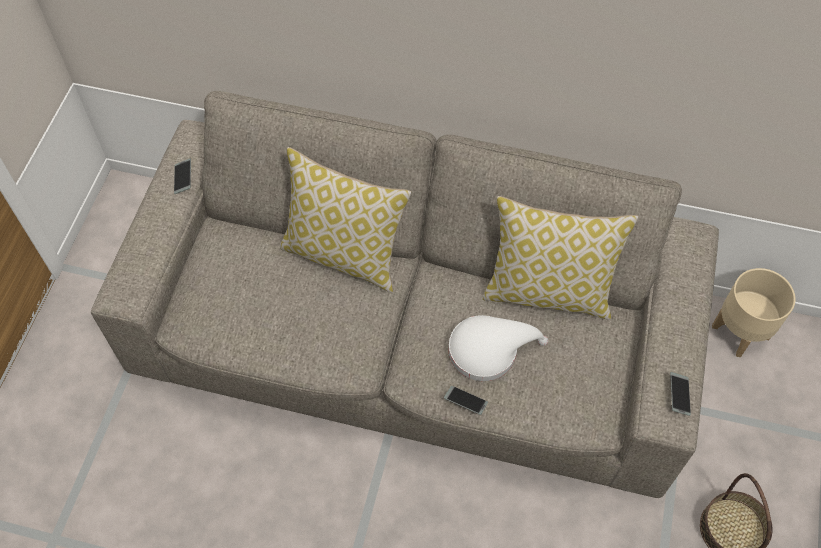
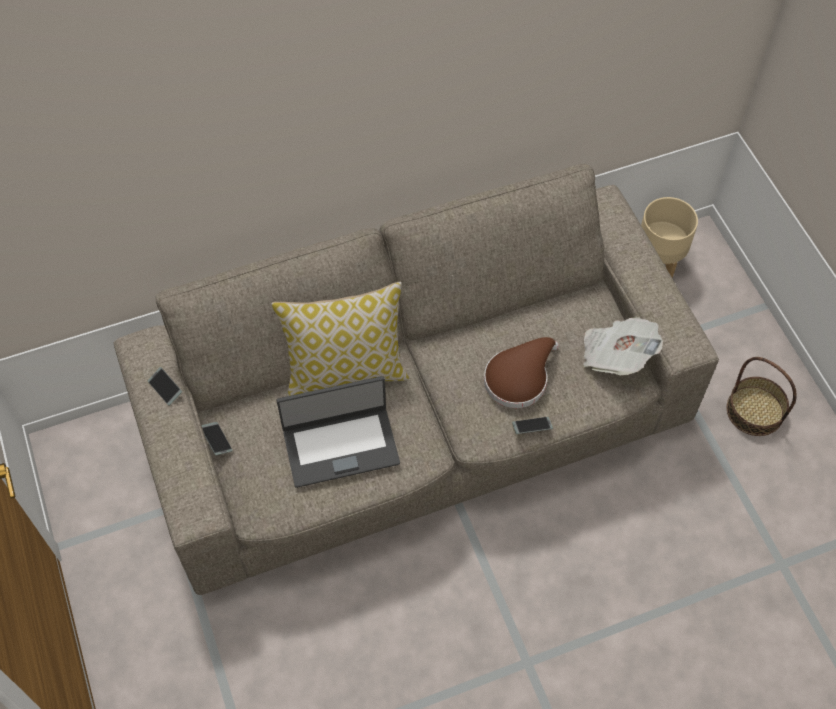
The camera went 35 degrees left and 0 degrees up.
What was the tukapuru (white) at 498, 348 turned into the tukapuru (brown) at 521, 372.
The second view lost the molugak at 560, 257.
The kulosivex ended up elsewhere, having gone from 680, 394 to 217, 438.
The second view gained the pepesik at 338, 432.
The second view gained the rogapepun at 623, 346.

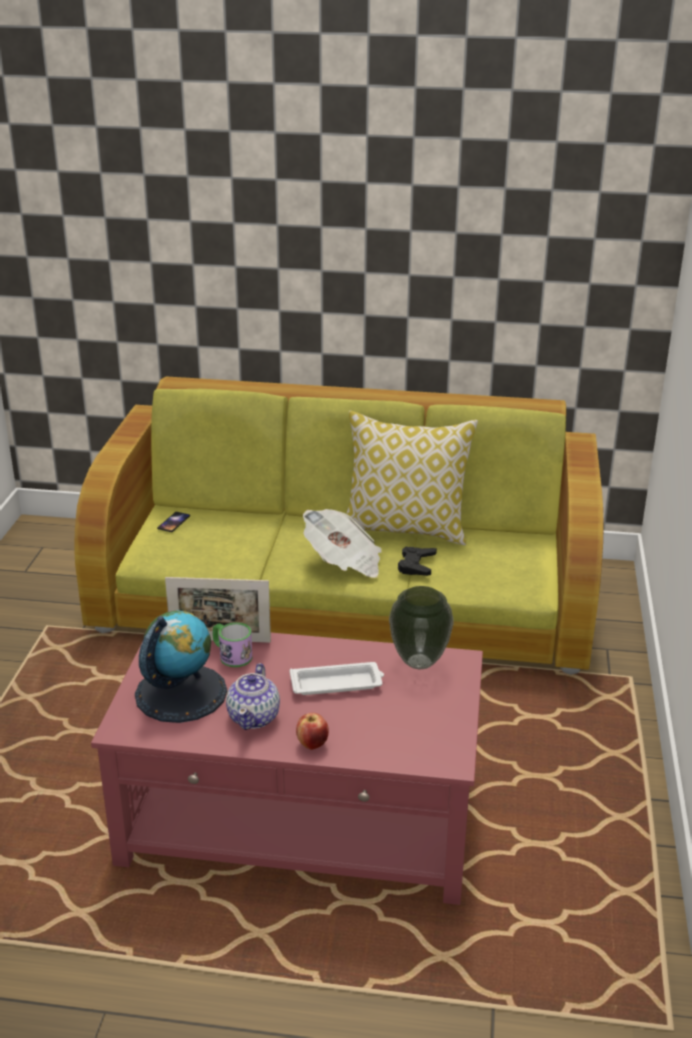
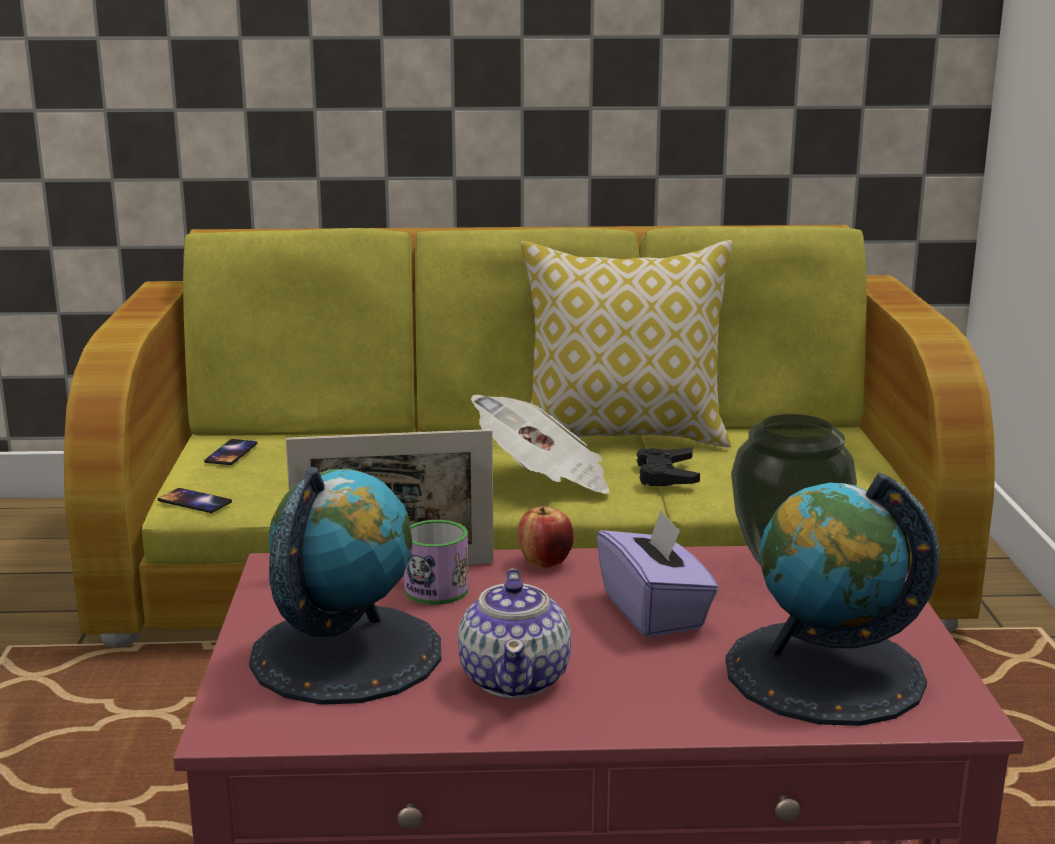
The camera went 10 degrees left and 10 degrees down.
Where the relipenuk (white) stood at 336, 678, the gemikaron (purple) came to stand at 657, 574.
The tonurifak ended up elsewhere, having gone from 312, 731 to 546, 537.
The second view gained the kulosivex at 195, 500.
The second view gained the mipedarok at 833, 599.

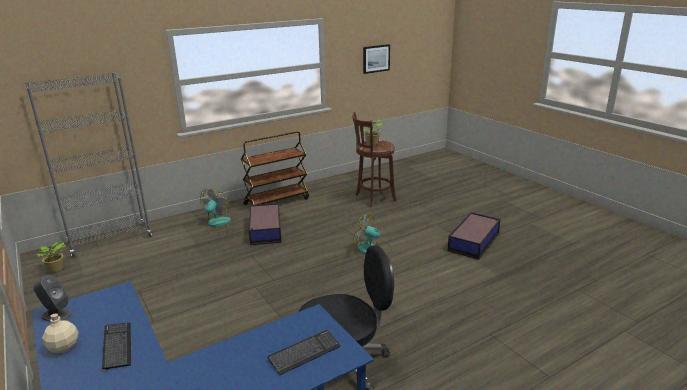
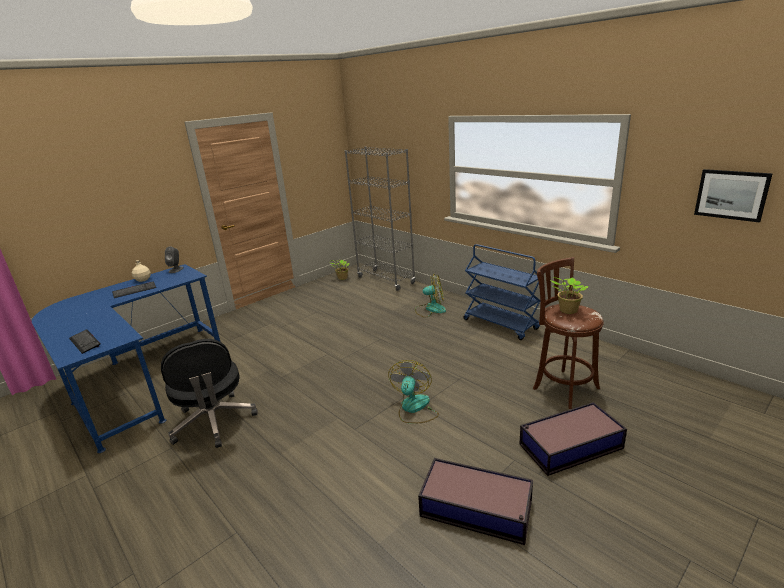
The camera went 80 degrees right and 0 degrees up.
What was the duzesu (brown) at 275, 168 turned into the duzesu (blue) at 502, 292.
The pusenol ended up elsewhere, having gone from 265, 224 to 573, 439.

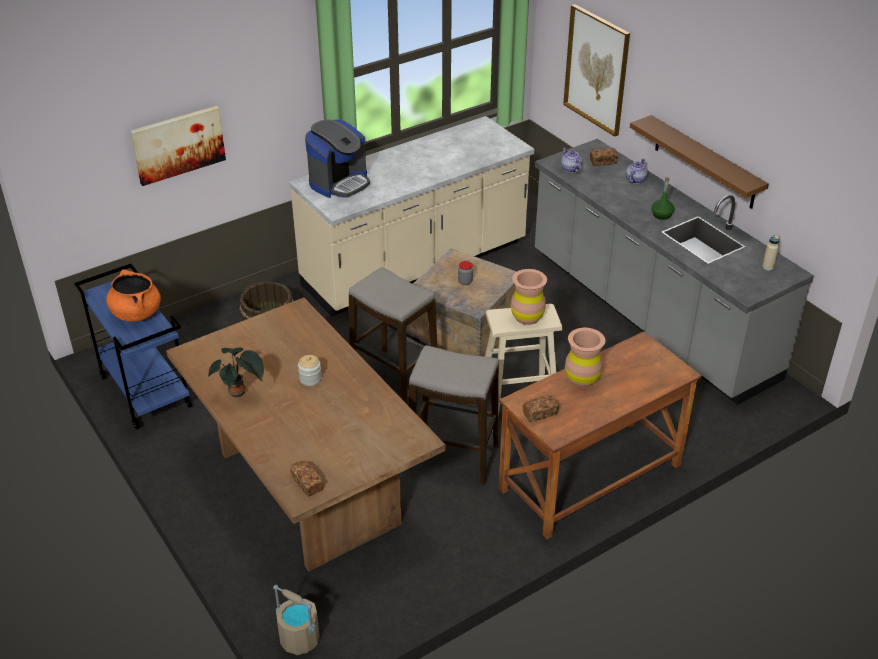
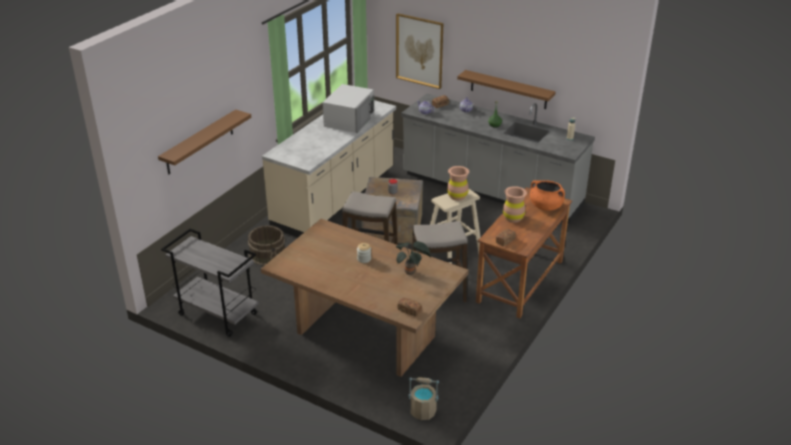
The camera went 25 degrees left and 5 degrees down.
What was the duzesu (blue) at 133, 347 turned into the duzesu (grey) at 210, 283.
The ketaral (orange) ended up elsewhere, having gone from 133, 295 to 547, 195.
Where the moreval hung at 178, 146, the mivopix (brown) came to hang at 204, 141.
The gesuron ended up elsewhere, having gone from 236, 372 to 413, 258.
The second view lost the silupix at 337, 159.
The second view gained the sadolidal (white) at 348, 108.

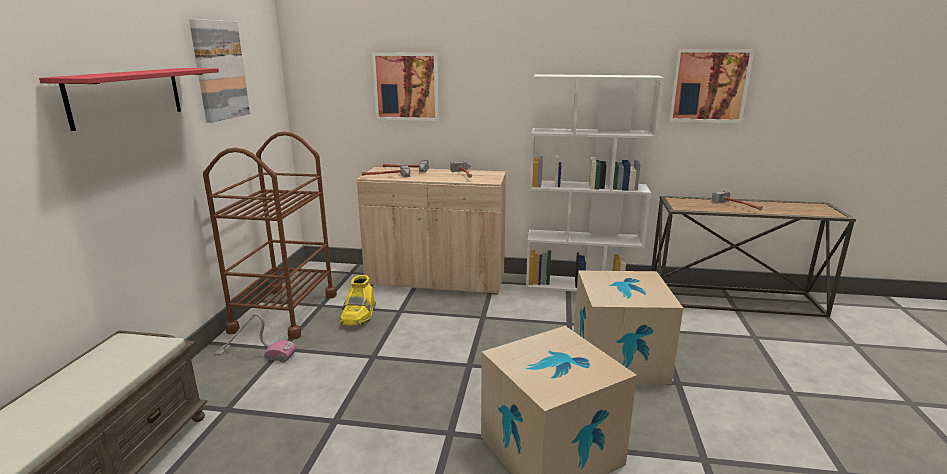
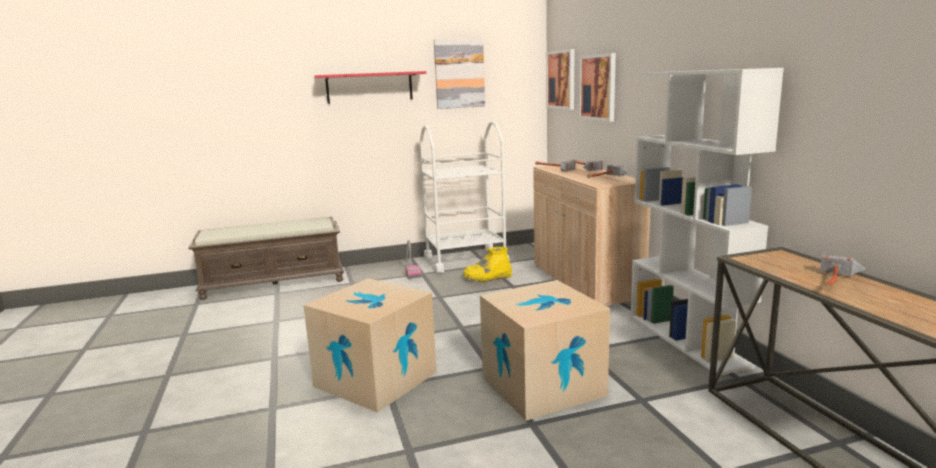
The camera went 65 degrees right and 5 degrees down.
What was the duzesu (brown) at 270, 235 turned into the duzesu (white) at 464, 197.
The moreval ended up elsewhere, having gone from 711, 86 to 560, 79.

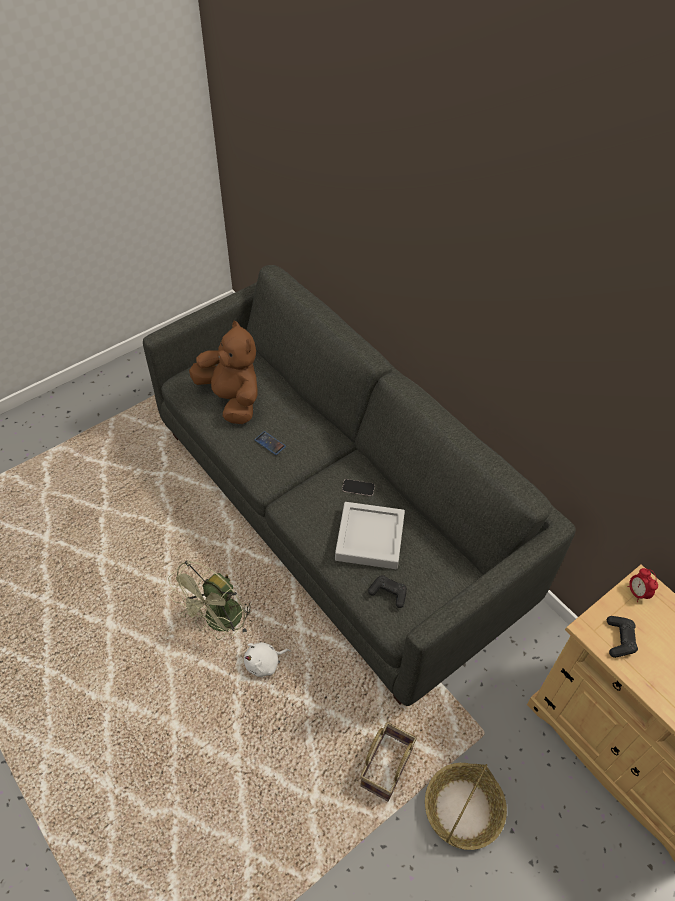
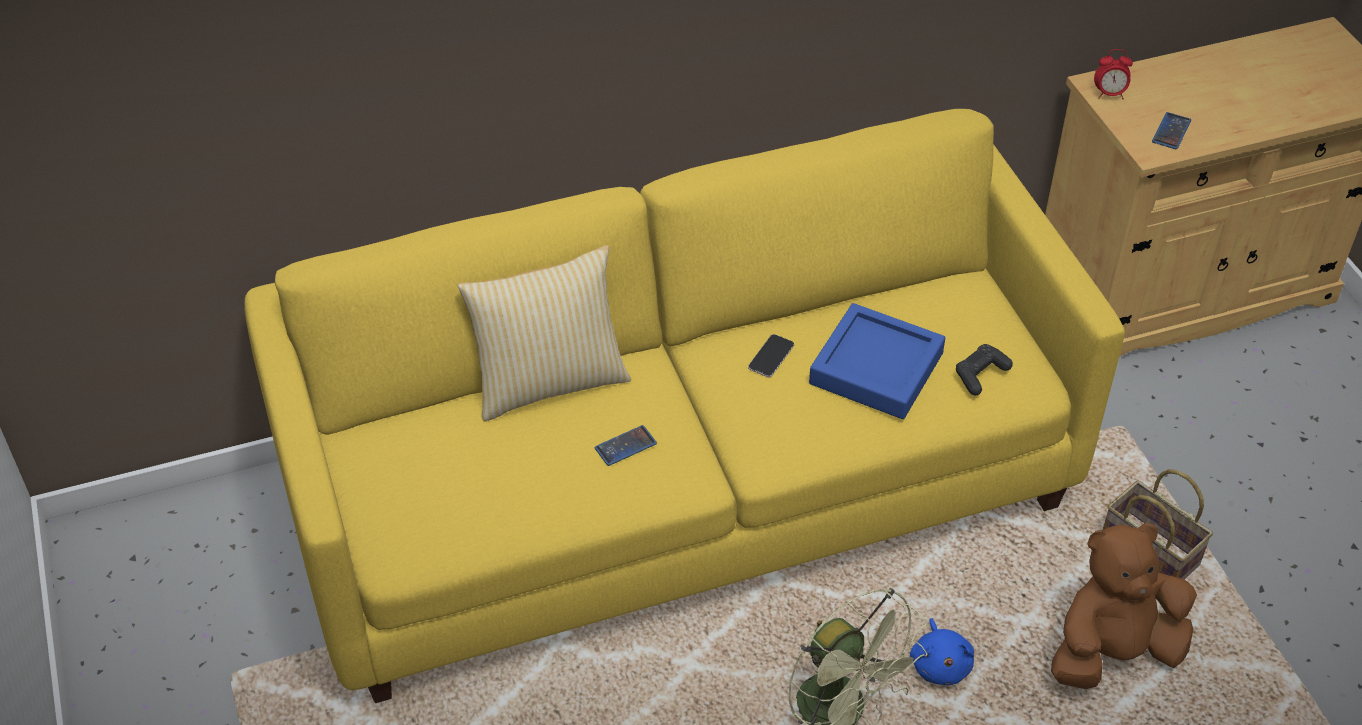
The camera went 70 degrees left and 5 degrees down.
What was the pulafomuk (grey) at 359, 485 turned into the pulafomuk (yellow) at 684, 406.
The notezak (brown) ended up elsewhere, having gone from 223, 372 to 1124, 606.
What was the notezak (white) at 267, 659 turned into the notezak (blue) at 942, 651.
What was the relipenuk (grey) at 370, 535 turned into the relipenuk (blue) at 877, 361.
The second view lost the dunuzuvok at 466, 806.
Where the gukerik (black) stood at 622, 637, the kulosivex came to stand at 1171, 130.
The second view gained the molugak at 544, 333.

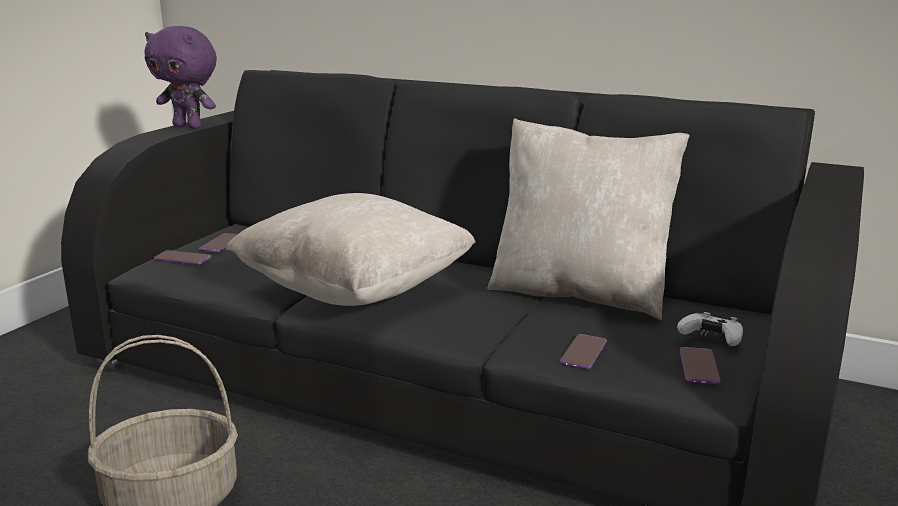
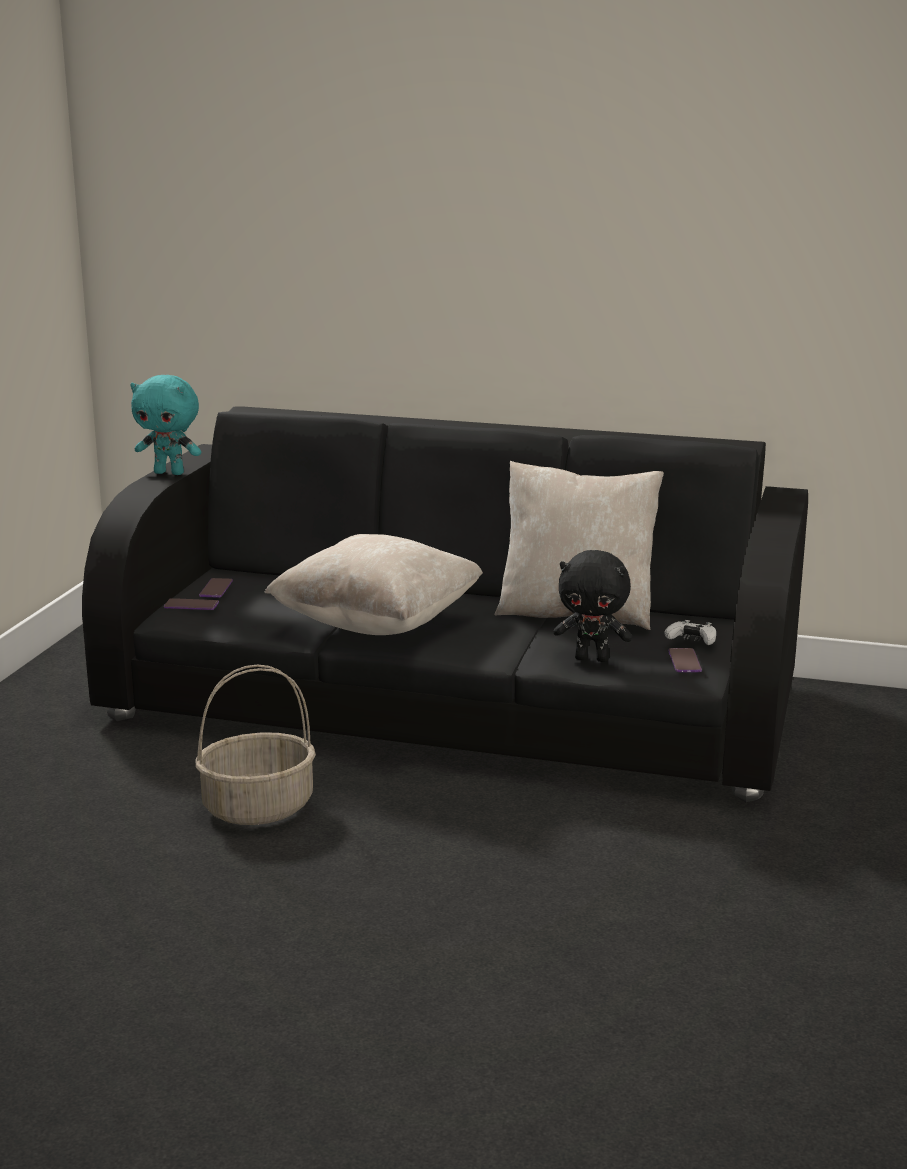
The camera went 10 degrees left and 0 degrees up.
What was the notezak (purple) at 181, 77 turned into the notezak (turquoise) at 165, 425.
Where the kulosivex stood at 583, 351, the notezak (black) came to stand at 592, 606.

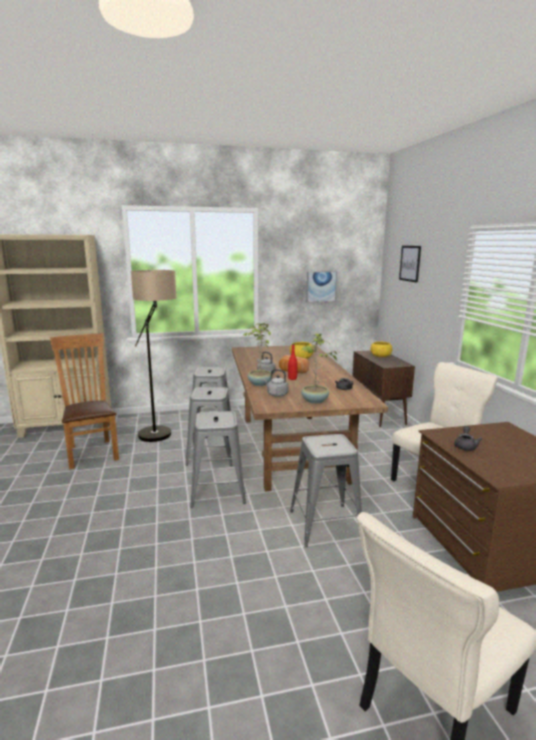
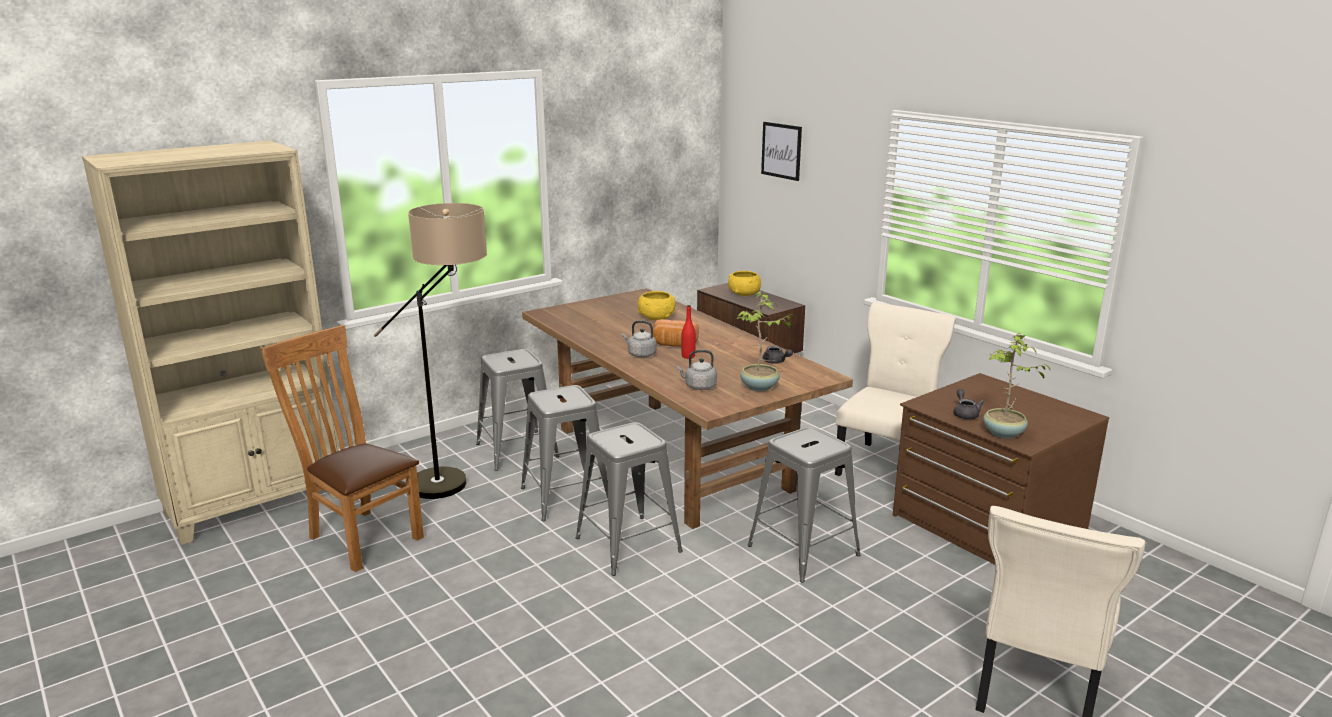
The camera went 25 degrees left and 5 degrees up.
The gesuron ended up elsewhere, having gone from 257, 354 to 1016, 386.
The second view lost the moreval at 321, 287.

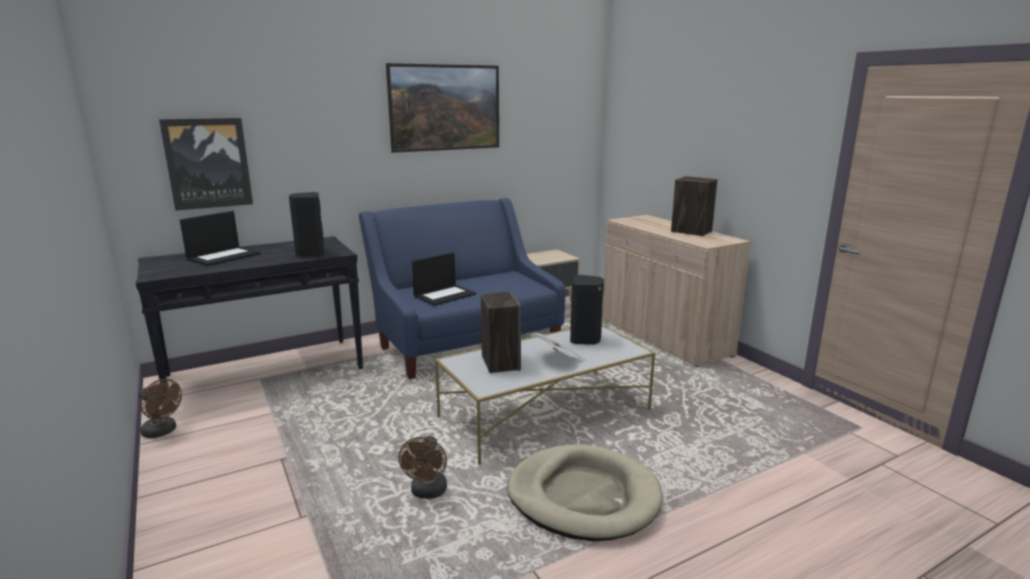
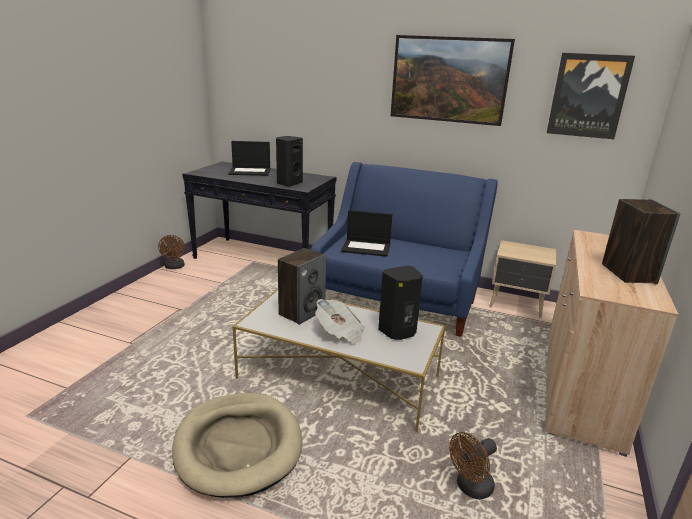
The camera went 50 degrees right and 5 degrees up.
The moreval ended up elsewhere, having gone from 206, 164 to 591, 96.
The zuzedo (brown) ended up elsewhere, having gone from 422, 467 to 473, 465.

